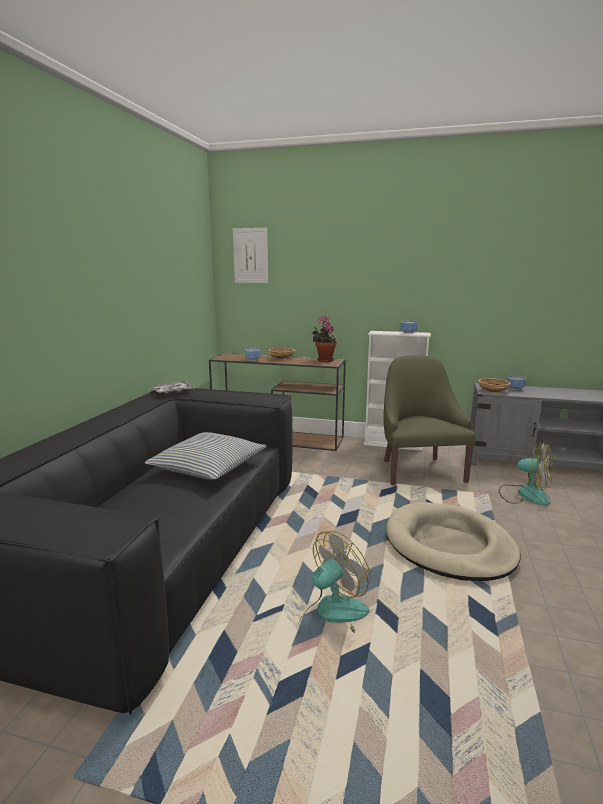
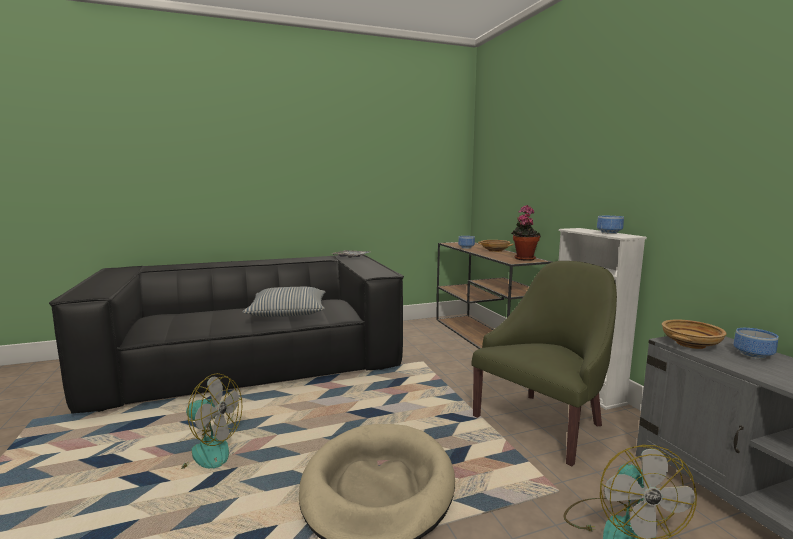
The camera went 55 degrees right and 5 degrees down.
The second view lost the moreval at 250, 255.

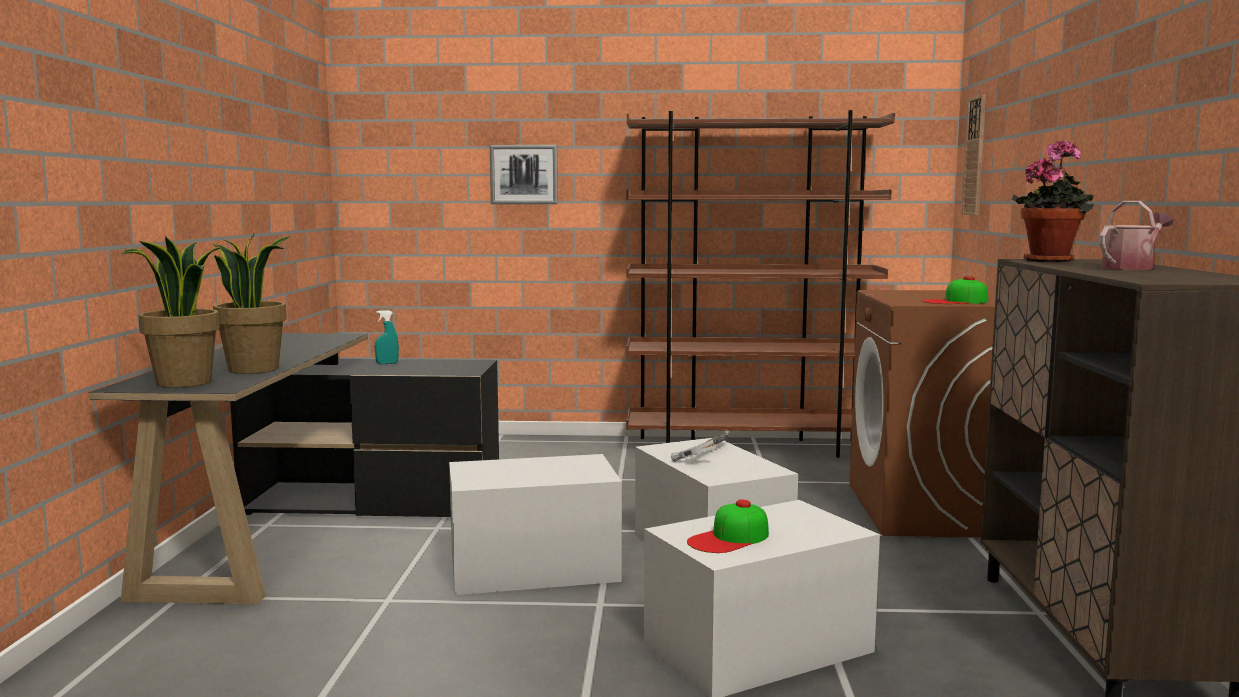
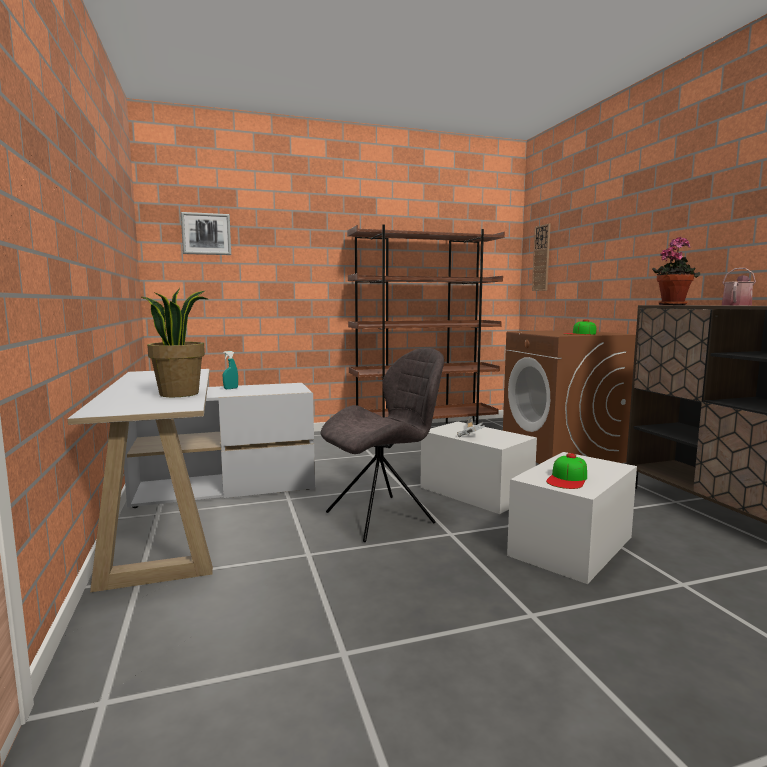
The camera went 20 degrees left and 0 degrees up.
What was the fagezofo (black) at 294, 468 turned into the fagezofo (white) at 191, 480.
The second view lost the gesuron at 172, 312.
Where the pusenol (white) stood at 535, 524, the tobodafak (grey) came to stand at 382, 445.
The moreval ended up elsewhere, having gone from 524, 174 to 206, 233.

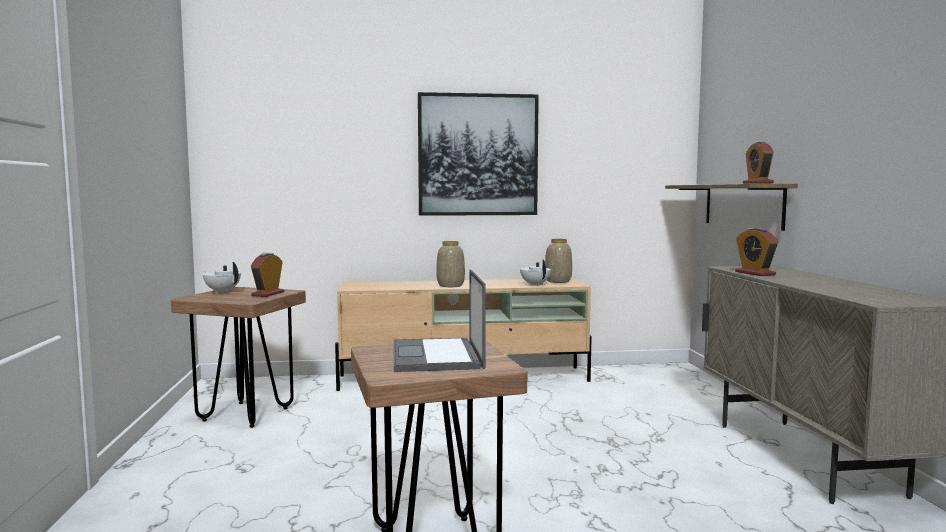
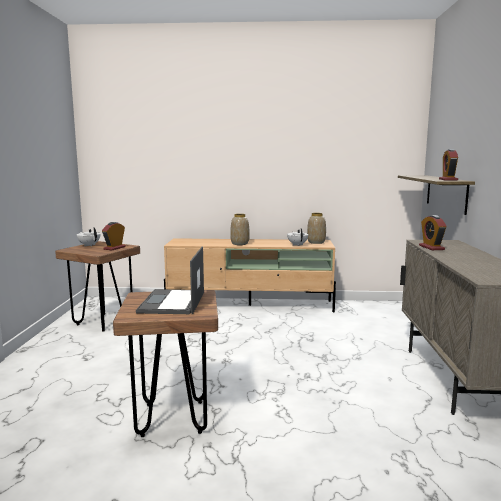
The camera went 10 degrees right and 5 degrees up.
The second view lost the moreval at 478, 154.

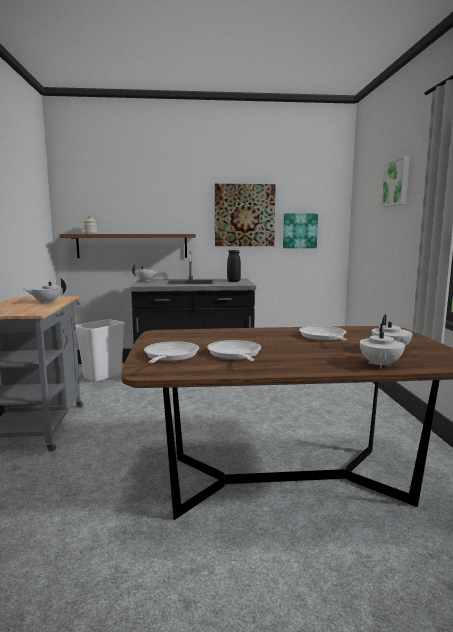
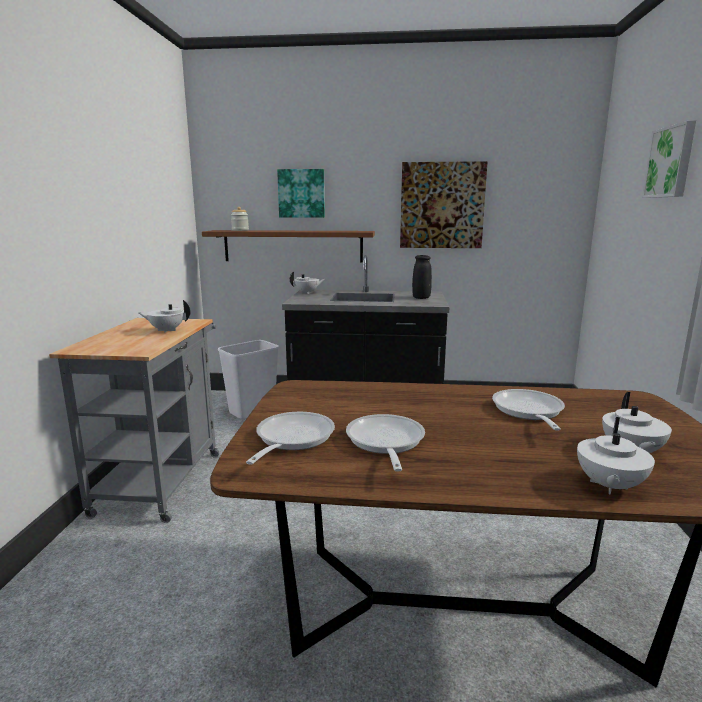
The camera went 10 degrees right and 5 degrees up.
The moreval ended up elsewhere, having gone from 300, 231 to 301, 193.

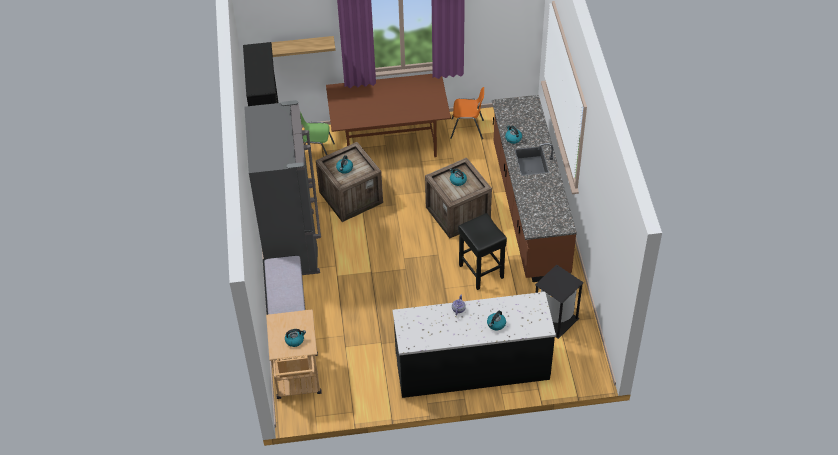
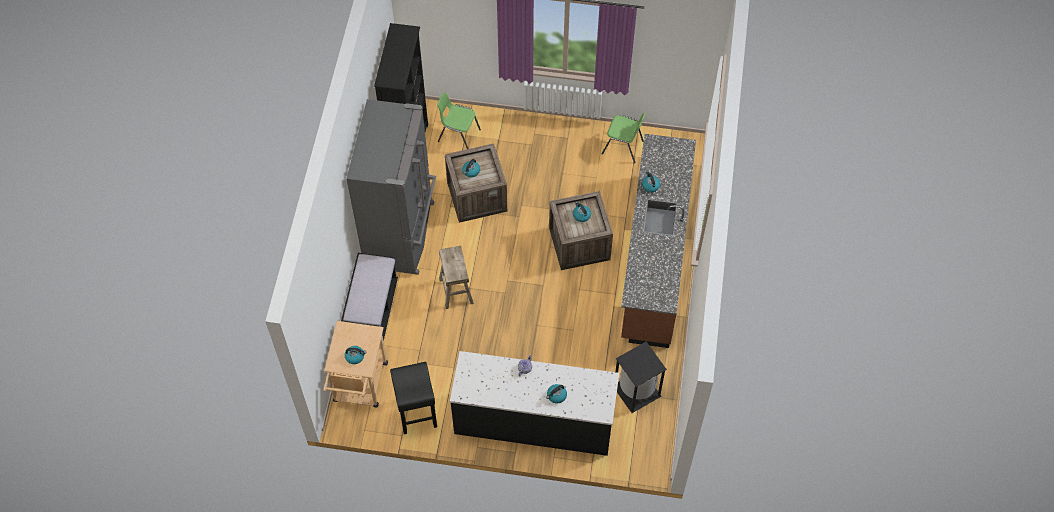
The camera went 15 degrees right and 10 degrees up.
The second view lost the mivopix at 303, 46.
The second view lost the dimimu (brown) at 388, 115.
What was the tobodafak (orange) at 467, 113 turned into the tobodafak (green) at 623, 138.
The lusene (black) ended up elsewhere, having gone from 482, 251 to 413, 398.
The second view gained the lusene (beige) at 456, 277.

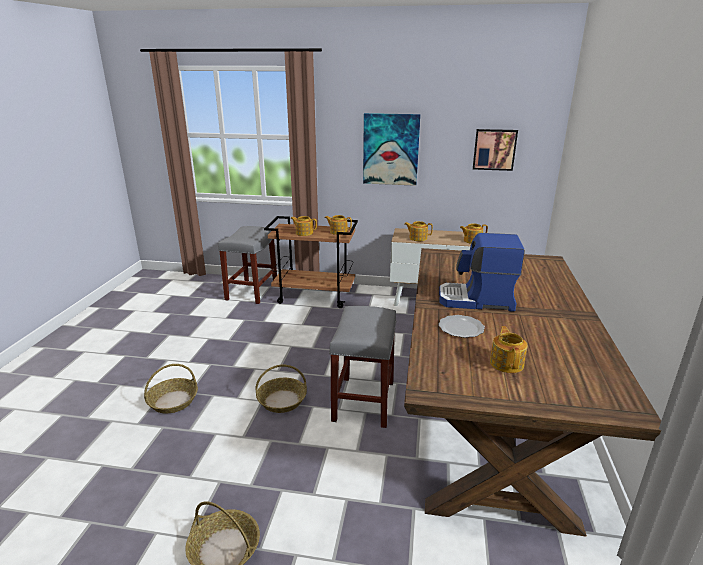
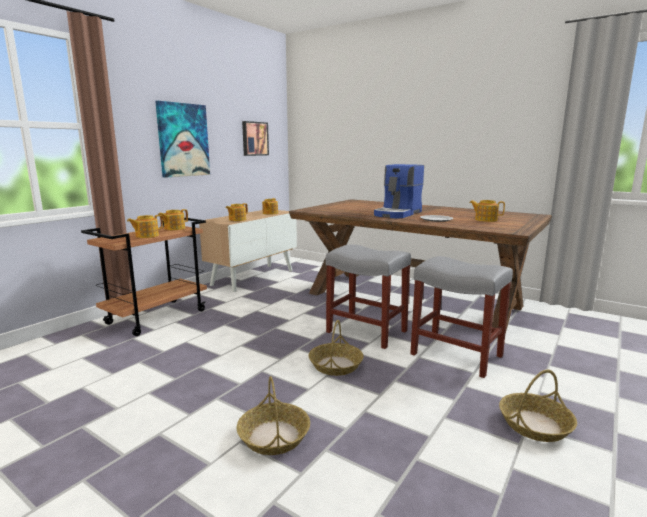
The camera went 65 degrees left and 10 degrees down.
The lusene (grey) ended up elsewhere, having gone from 247, 265 to 461, 317.

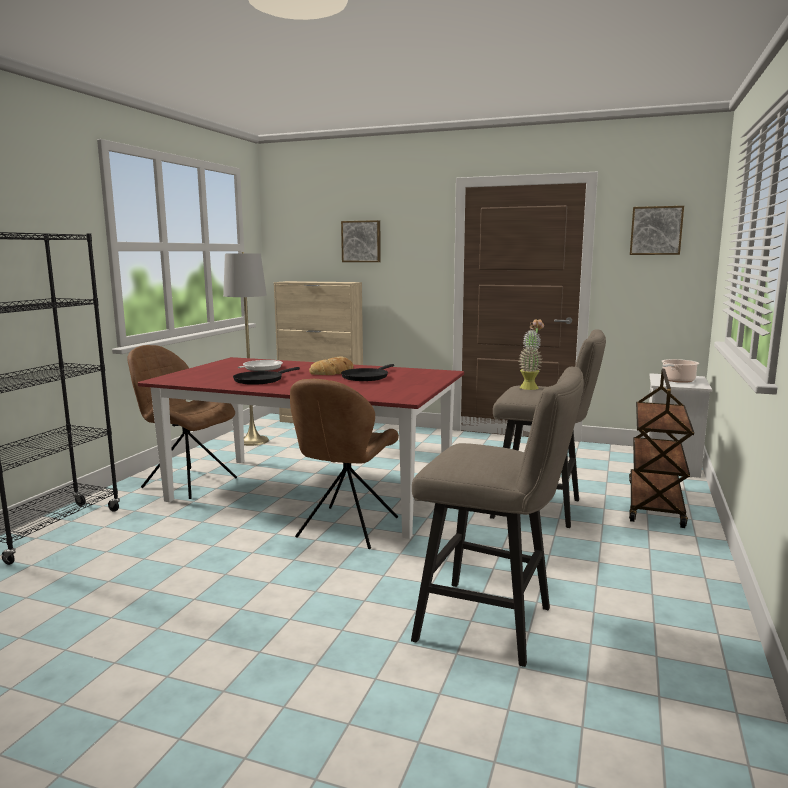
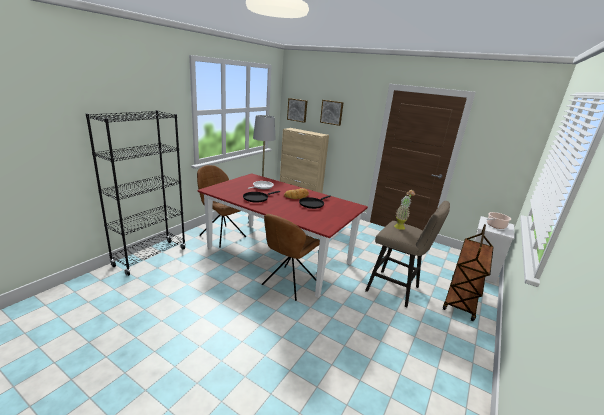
The camera went 10 degrees right and 10 degrees up.
The second view lost the lusene (beige) at 497, 517.
The moreval ended up elsewhere, having gone from 657, 230 to 297, 110.

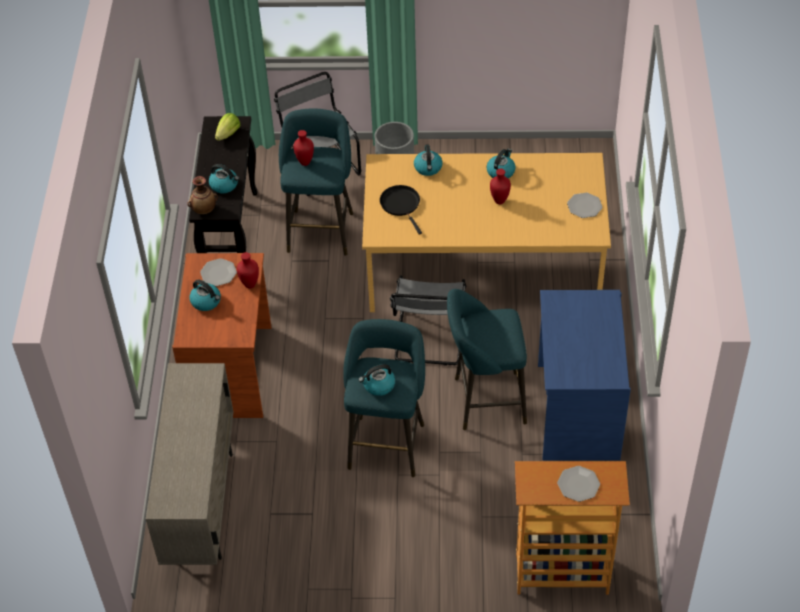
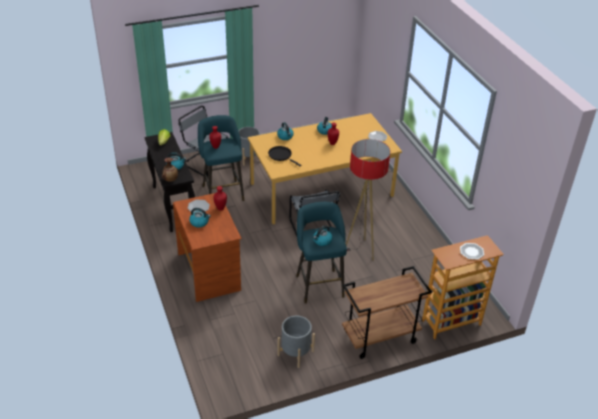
The camera went 25 degrees left and 10 degrees down.
The second view lost the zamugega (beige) at 190, 464.
Where the lusene (turquoise) stood at 487, 359, the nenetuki came to stand at 368, 200.
The second view lost the fagezofo (blue) at 584, 375.
The second view gained the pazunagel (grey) at 296, 341.
The second view gained the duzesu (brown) at 387, 312.

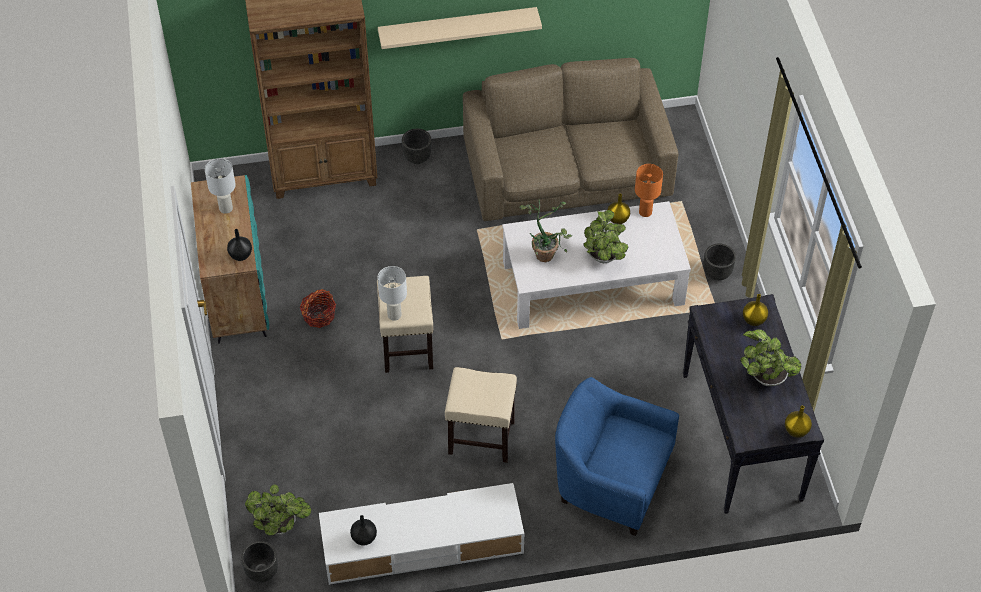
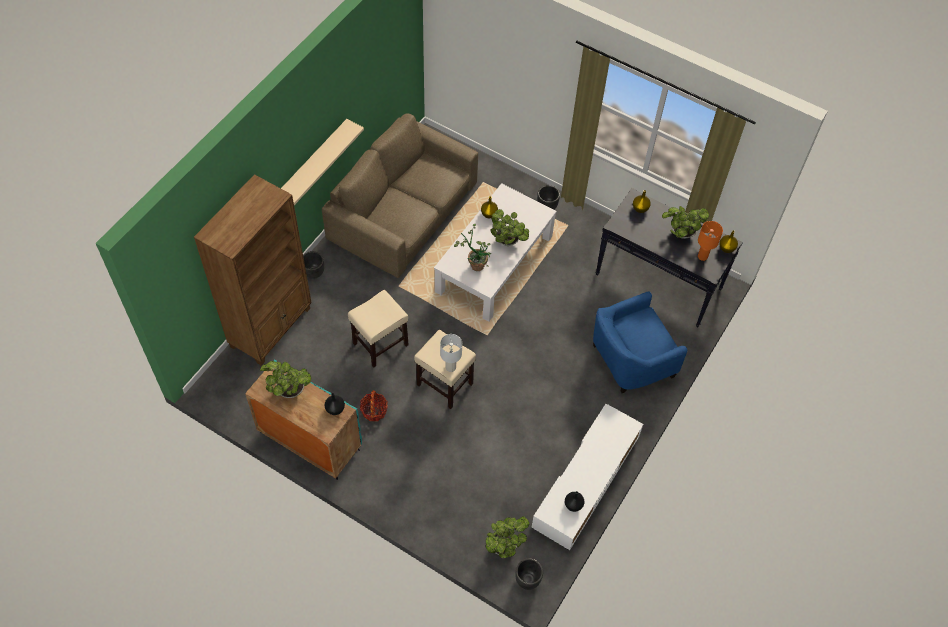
The camera went 50 degrees left and 5 degrees up.
Where the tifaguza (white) stood at 220, 186, the gesuron came to stand at 285, 379.
The lusene (beige) ended up elsewhere, having gone from 481, 415 to 378, 329.
The tifaguza (orange) ended up elsewhere, having gone from 649, 190 to 710, 241.

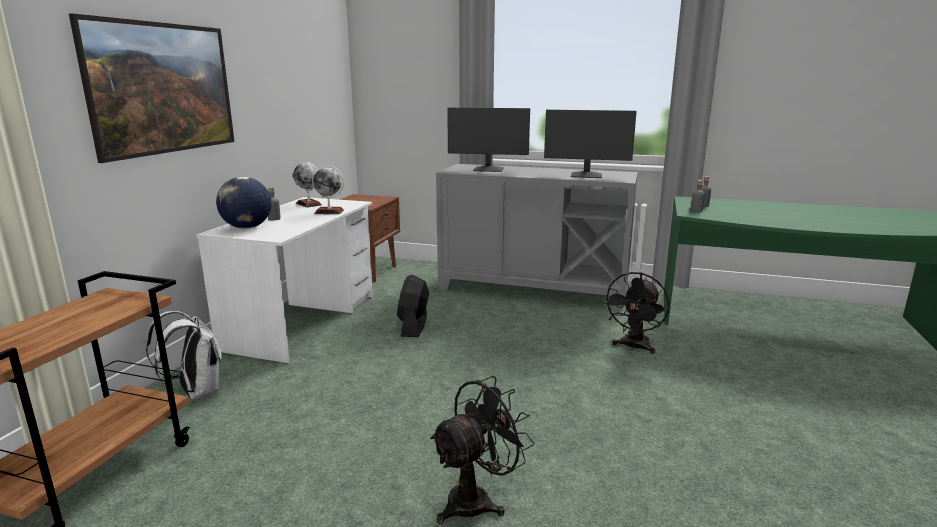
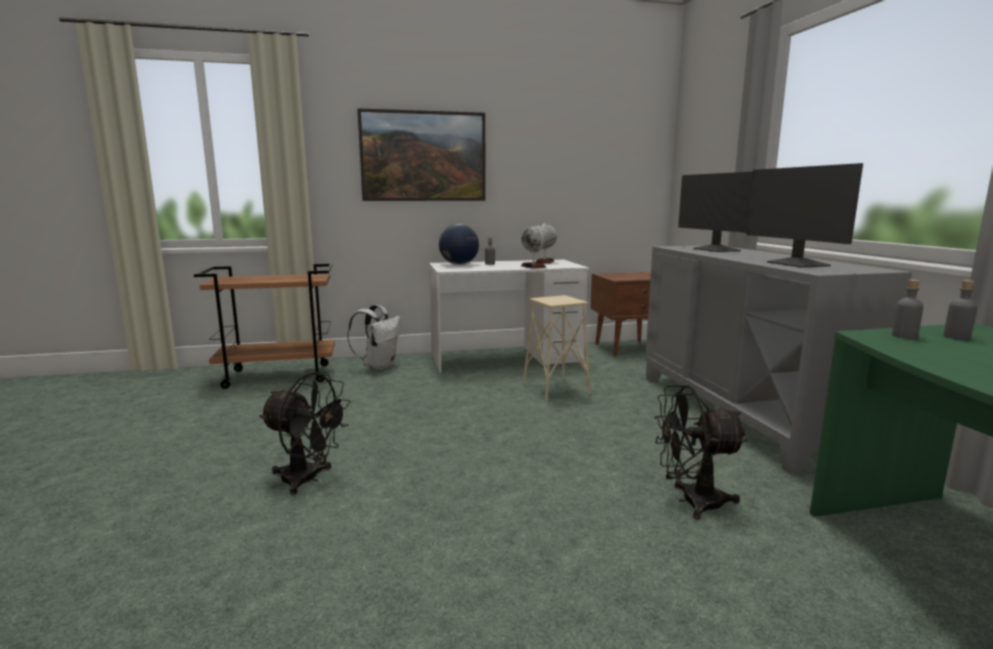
The camera went 60 degrees right and 5 degrees down.
Where the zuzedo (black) stood at 413, 306, the lusene (beige) came to stand at 557, 348.

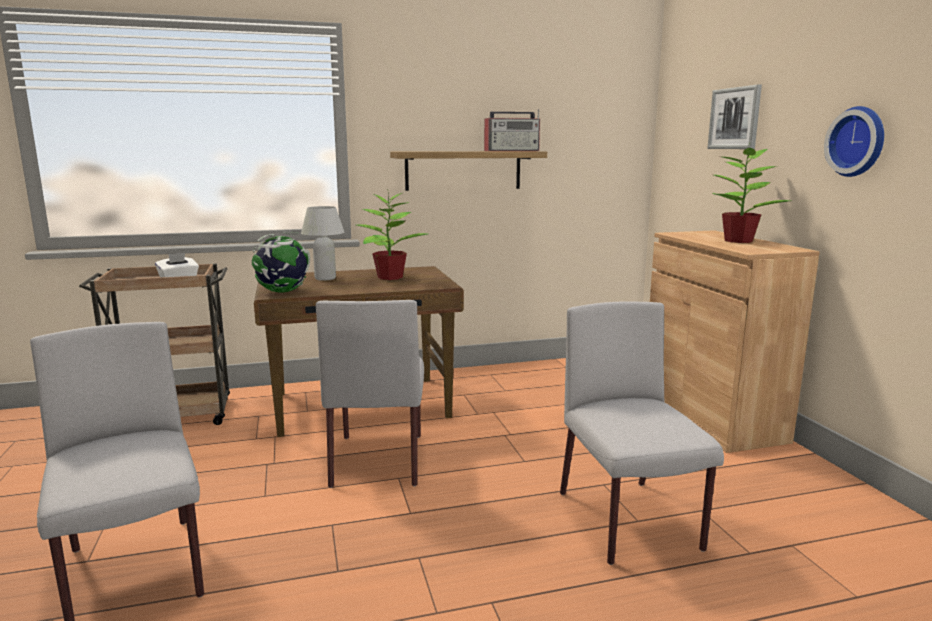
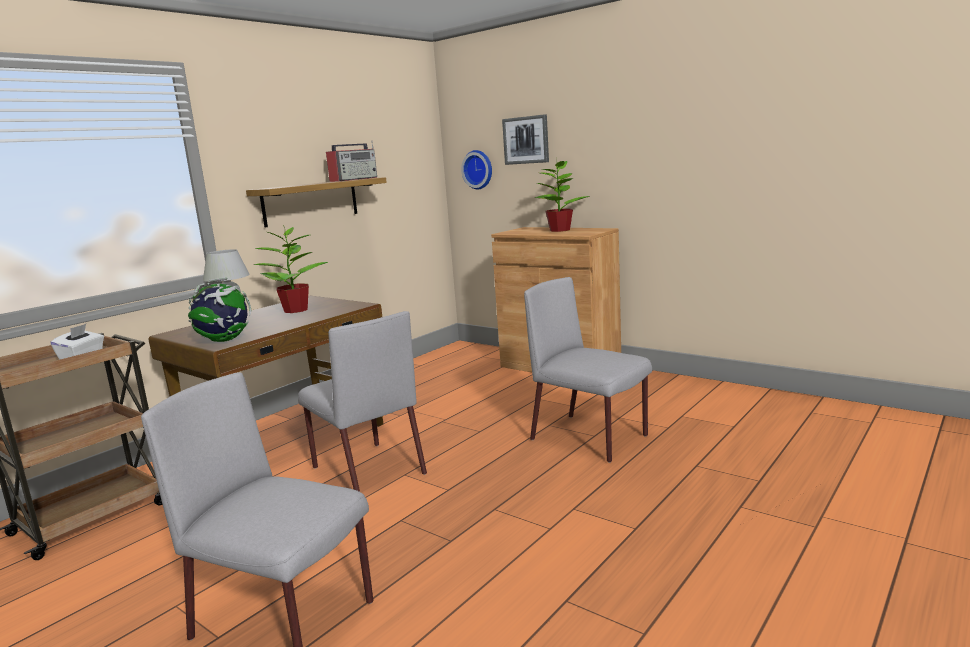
The camera went 35 degrees left and 0 degrees up.
The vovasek ended up elsewhere, having gone from 854, 141 to 476, 169.

